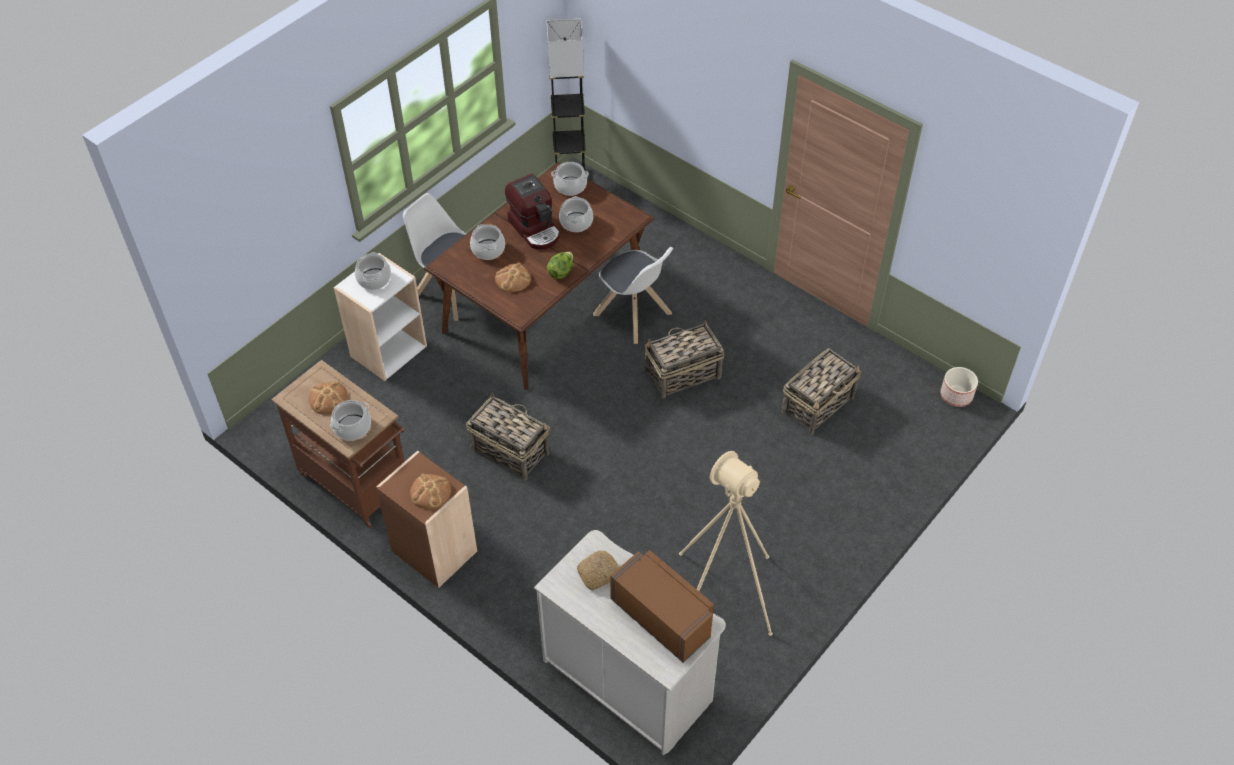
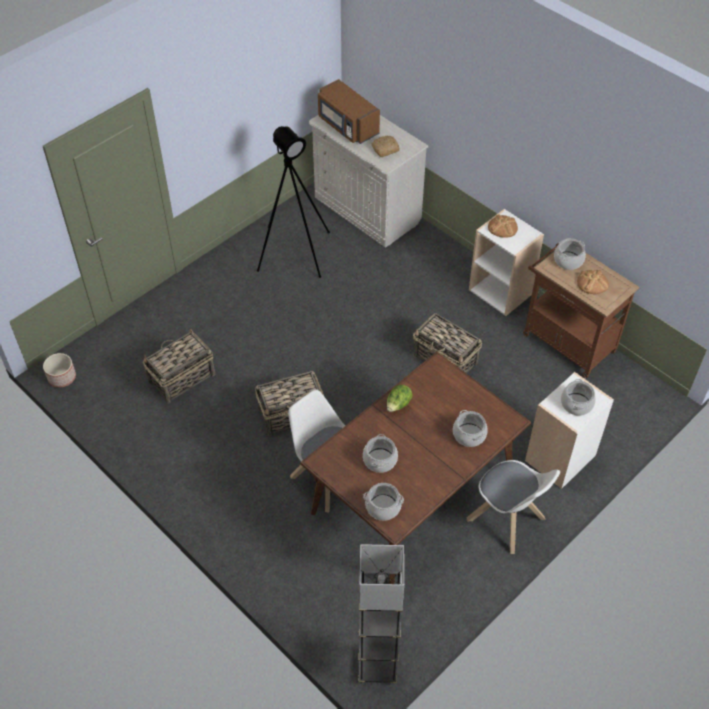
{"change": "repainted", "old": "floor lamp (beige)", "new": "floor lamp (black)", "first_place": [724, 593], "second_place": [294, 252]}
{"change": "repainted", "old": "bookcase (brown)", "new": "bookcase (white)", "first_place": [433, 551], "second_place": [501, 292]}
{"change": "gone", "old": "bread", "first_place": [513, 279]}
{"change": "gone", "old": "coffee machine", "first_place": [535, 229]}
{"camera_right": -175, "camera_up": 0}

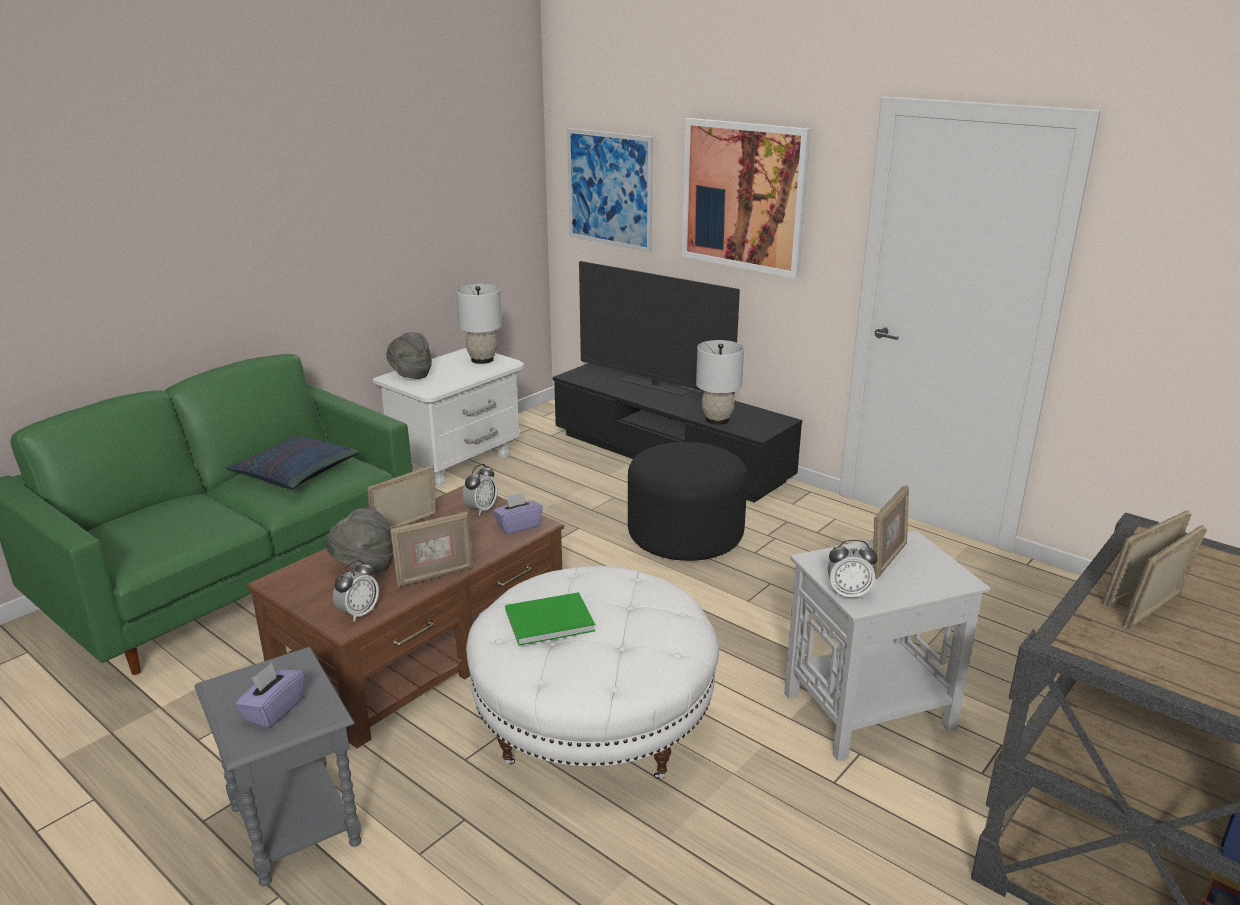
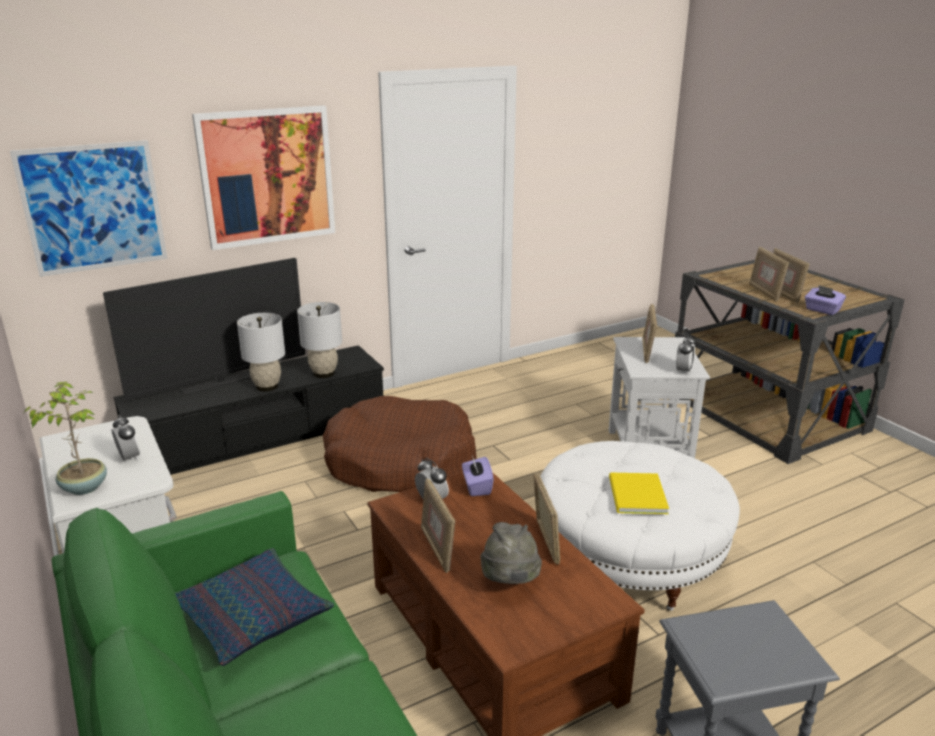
{"change": "swapped", "old": "hat (grey)", "new": "potted plant", "first_place": [410, 375], "second_place": [84, 487]}
{"change": "shifted", "old": "alarm clock", "first_place": [358, 613], "second_place": [129, 458]}
{"change": "shifted", "old": "table lamp (white)", "first_place": [482, 360], "second_place": [267, 386]}
{"change": "swapped", "old": "ottoman (black)", "new": "dog bed (brown)", "first_place": [685, 535], "second_place": [400, 462]}
{"change": "repainted", "old": "book (green)", "new": "book (yellow)", "first_place": [546, 620], "second_place": [636, 496]}
{"change": "rotated", "old": "picture frame", "first_place": [887, 560], "second_place": [647, 352], "degrees": -135}
{"change": "shifted", "old": "tissue box (purple)", "first_place": [273, 710], "second_place": [822, 310]}
{"camera_right": -70, "camera_up": 0}

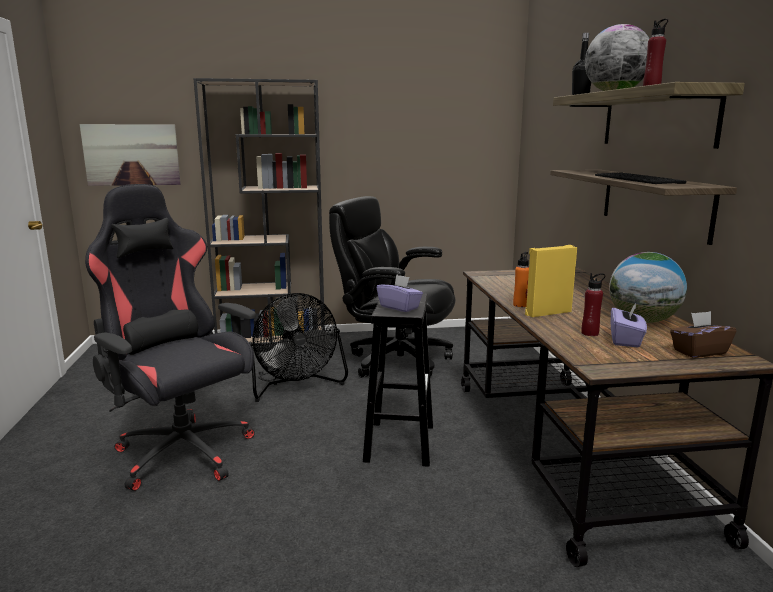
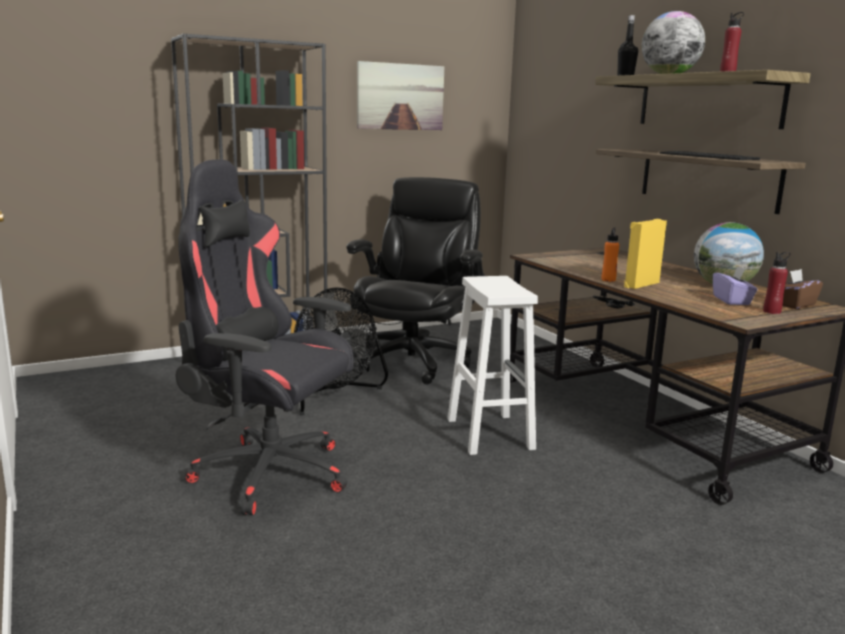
{"change": "rotated", "old": "office chair (black)", "first_place": [395, 361], "second_place": [415, 361], "degrees": 105}
{"change": "shifted", "old": "picture", "first_place": [131, 155], "second_place": [400, 96]}
{"change": "repainted", "old": "stool (black)", "new": "stool (white)", "first_place": [399, 442], "second_place": [488, 433]}
{"change": "shifted", "old": "bottle (red)", "first_place": [590, 333], "second_place": [772, 311]}
{"change": "gone", "old": "tissue box (purple)", "first_place": [399, 307]}
{"camera_right": -20, "camera_up": 0}

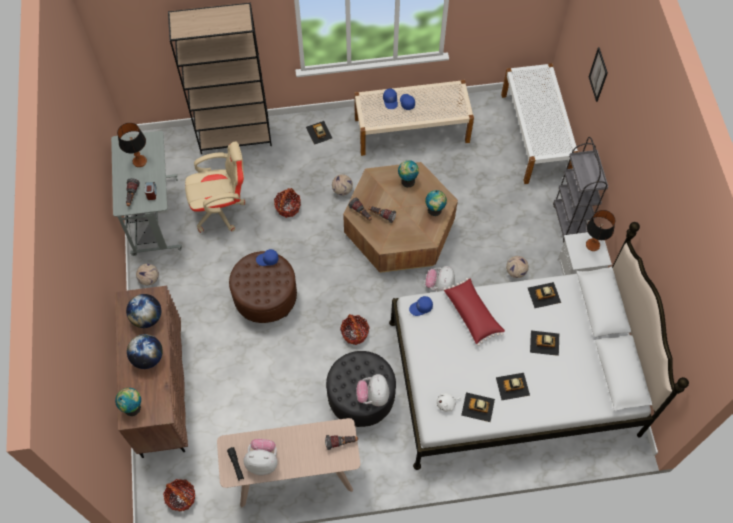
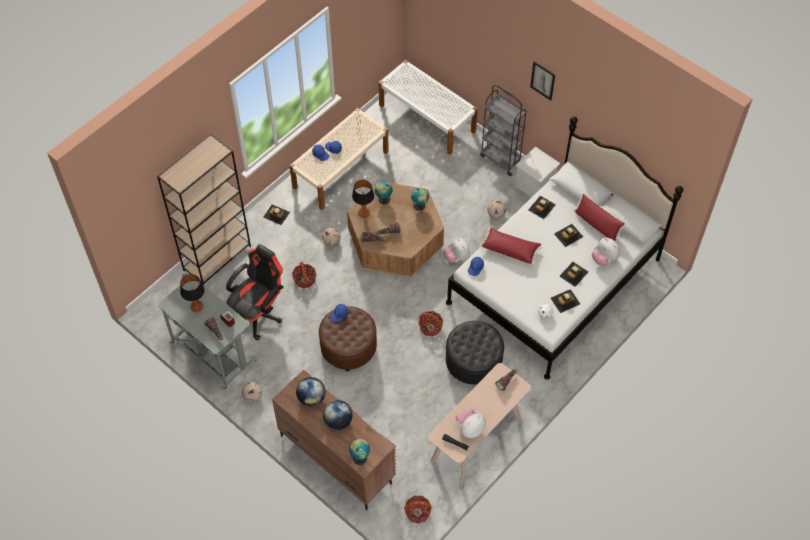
{"change": "repainted", "old": "office chair (beige)", "new": "office chair (black)", "first_place": [222, 210], "second_place": [259, 314]}
{"change": "shifted", "old": "table lamp", "first_place": [592, 245], "second_place": [363, 212]}
{"change": "shifted", "old": "picture", "first_place": [598, 74], "second_place": [542, 80]}
{"change": "new", "new": "pillow (red)", "second_place": [597, 224]}
{"change": "shifted", "old": "plush toy", "first_place": [373, 396], "second_place": [604, 259]}
{"camera_right": -40, "camera_up": -5}

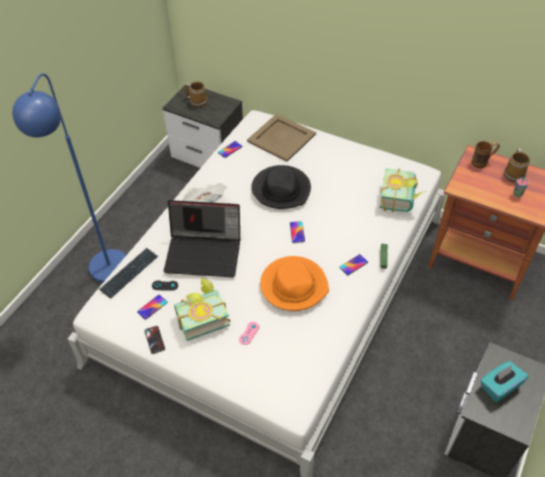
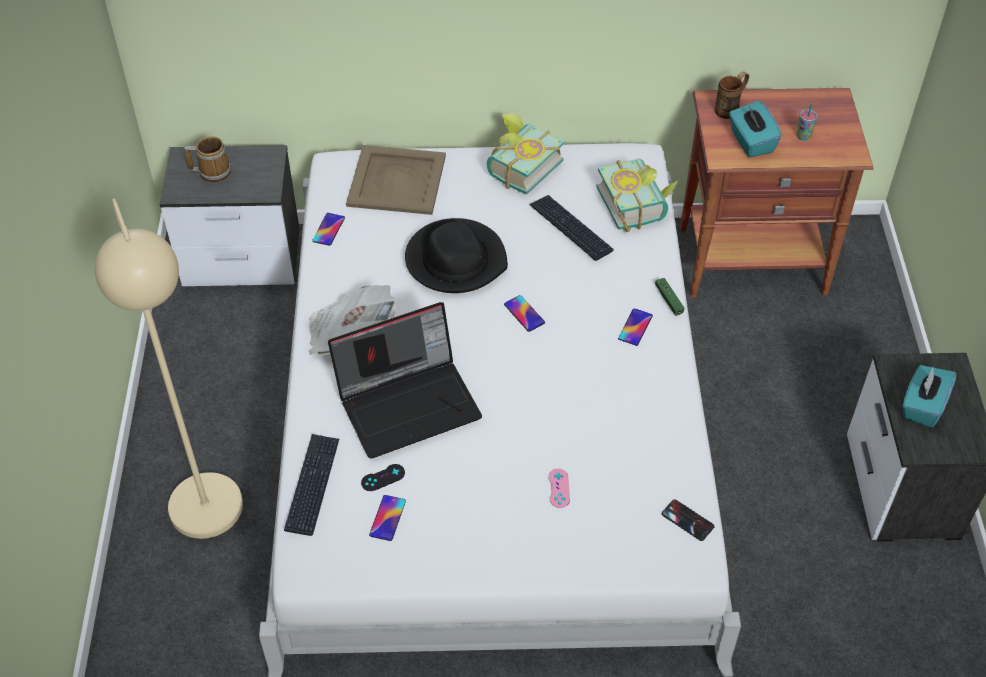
{"change": "repainted", "old": "floor lamp (blue)", "new": "floor lamp (beige)", "first_place": [106, 278], "second_place": [213, 526]}
{"change": "shifted", "old": "book", "first_place": [201, 316], "second_place": [519, 167]}
{"change": "new", "new": "keyboard", "second_place": [570, 228]}
{"change": "shifted", "old": "phone", "first_place": [154, 339], "second_place": [687, 520]}
{"change": "new", "new": "tissue box (turquoise)", "second_place": [751, 142]}
{"change": "gone", "old": "hat (orange)", "first_place": [293, 285]}
{"change": "gone", "old": "mug", "first_place": [514, 174]}
{"camera_right": -30, "camera_up": 0}

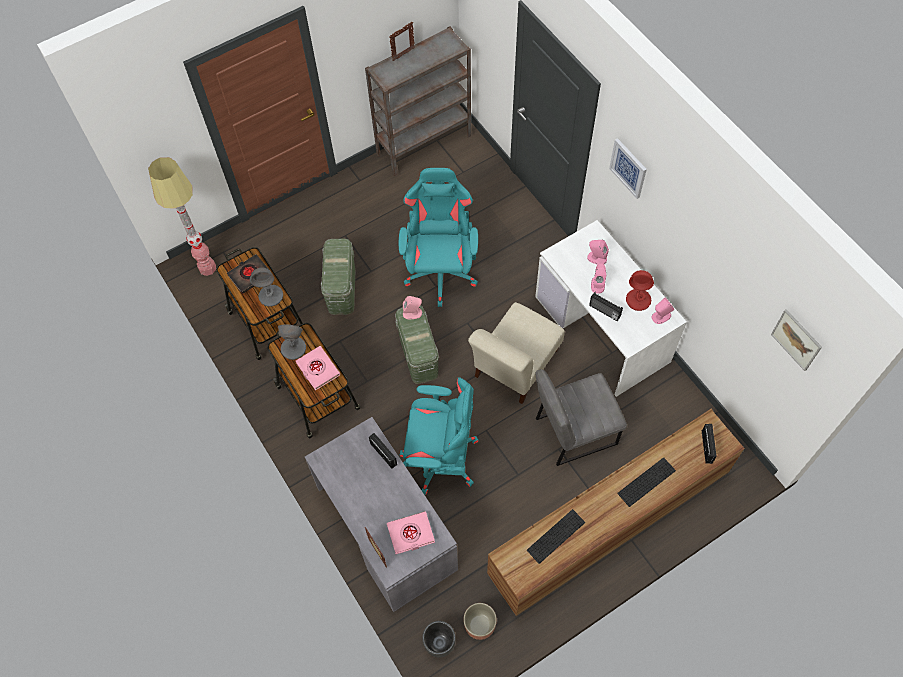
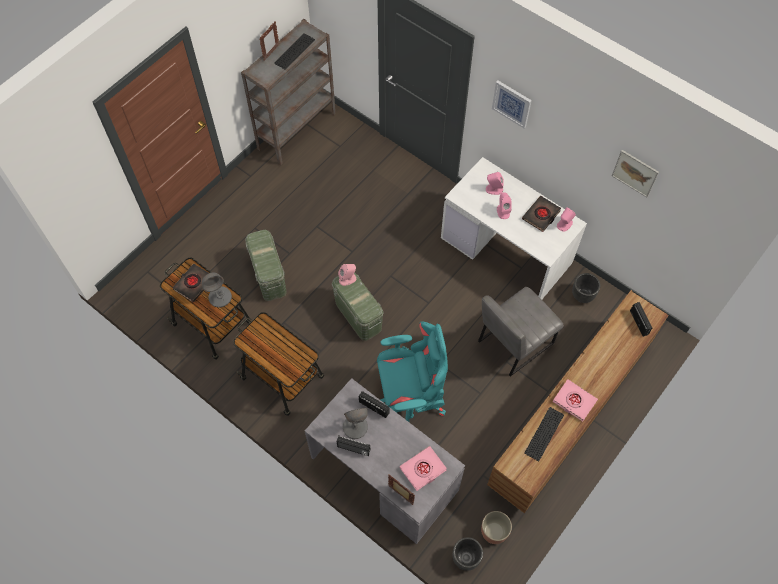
{"change": "shifted", "old": "keyboard", "first_place": [646, 482], "second_place": [294, 51]}
{"change": "shifted", "old": "radio", "first_place": [604, 311], "second_place": [353, 449]}
{"change": "shifted", "old": "table lamp (grey)", "first_place": [293, 348], "second_place": [355, 427]}
{"change": "swapped", "old": "table lamp (red)", "new": "book (black)", "first_place": [638, 300], "second_place": [541, 215]}
{"change": "shifted", "old": "book (pink)", "first_place": [318, 369], "second_place": [574, 401]}
{"change": "new", "new": "planter (black)", "second_place": [583, 295]}
{"change": "shifted", "old": "picture", "first_place": [796, 340], "second_place": [635, 173]}
{"change": "gone", "old": "floor lamp", "first_place": [207, 268]}
{"change": "gone", "old": "office chair (turquoise)", "first_place": [441, 275]}
{"change": "gone", "old": "chair (beige)", "first_place": [514, 366]}
{"camera_right": -20, "camera_up": 0}

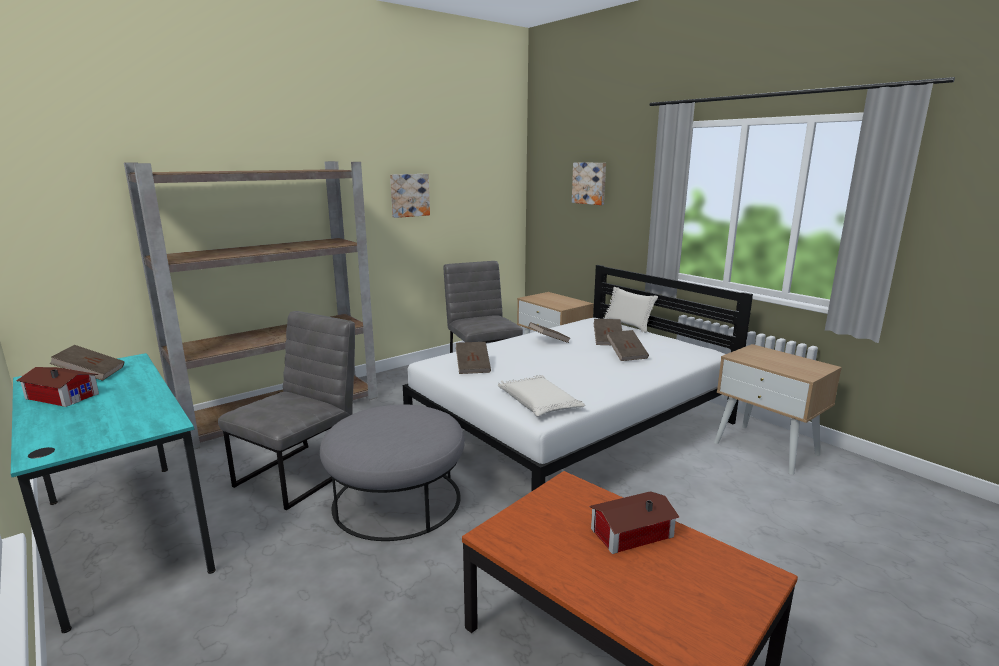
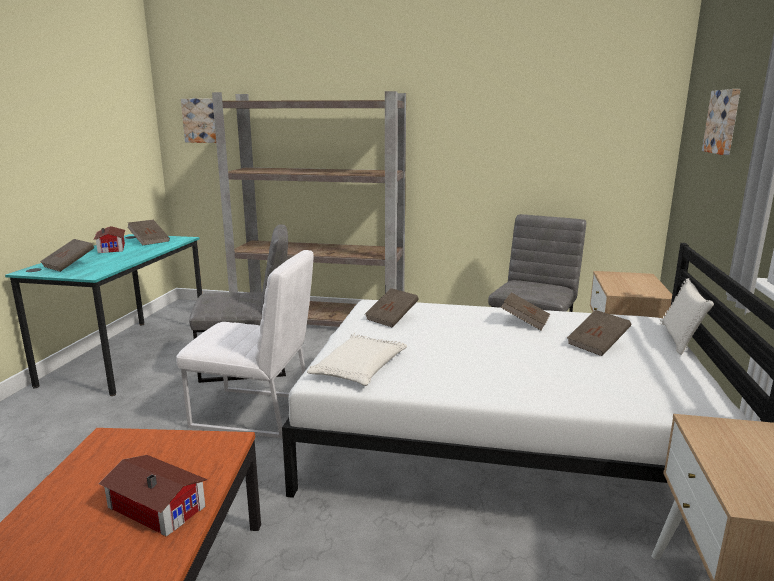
{"change": "shifted", "old": "book (brown)", "first_place": [626, 354], "second_place": [69, 265]}
{"change": "swapped", "old": "ottoman (grey)", "new": "chair (white)", "first_place": [397, 500], "second_place": [255, 413]}
{"change": "shifted", "old": "picture", "first_place": [409, 195], "second_place": [204, 120]}
{"camera_right": 50, "camera_up": 0}

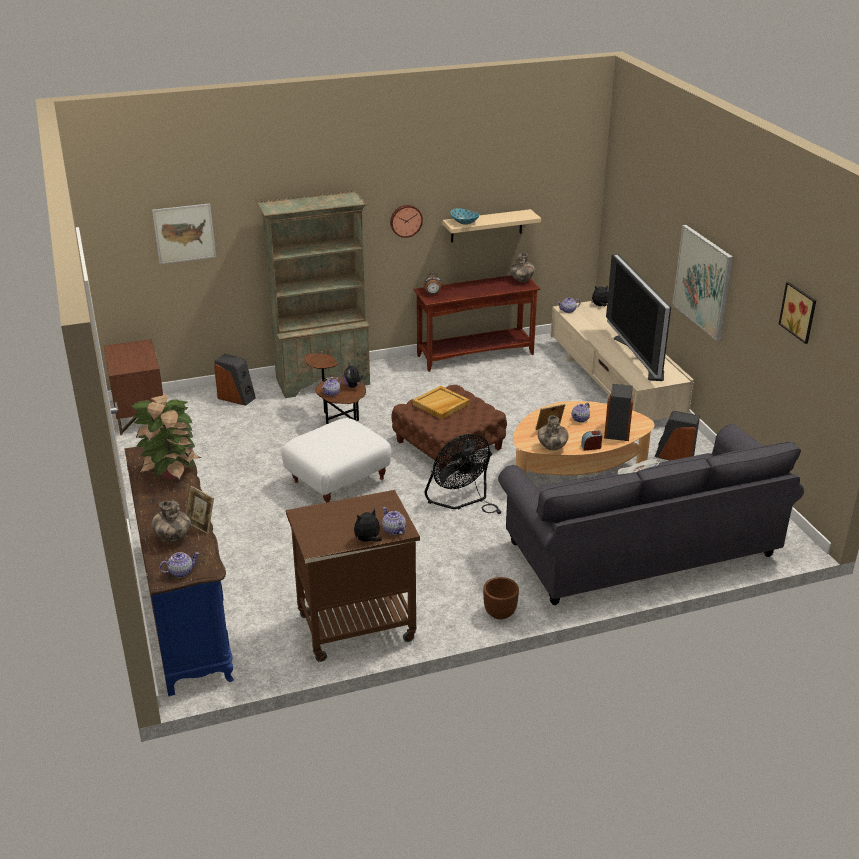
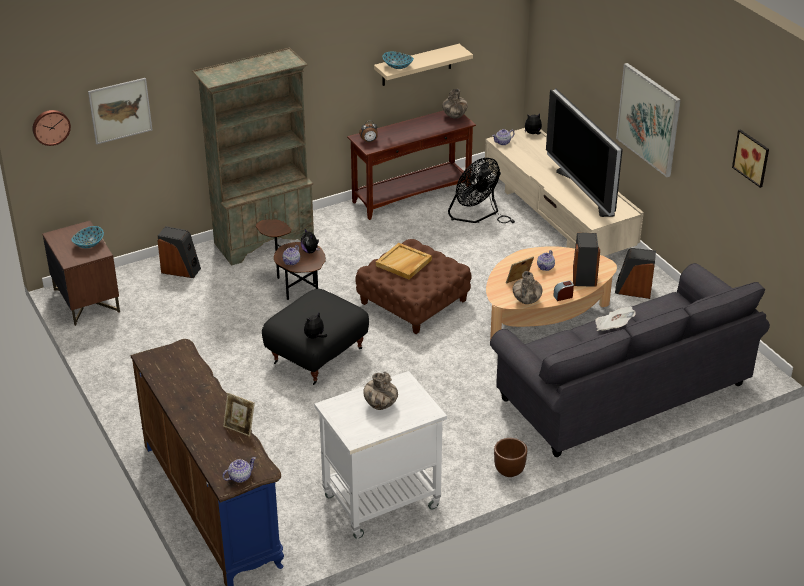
{"change": "shifted", "old": "wall clock", "first_place": [405, 220], "second_place": [50, 127]}
{"change": "new", "new": "bowl", "second_place": [88, 244]}
{"change": "repainted", "old": "ottoman (white)", "new": "ottoman (black)", "first_place": [338, 483], "second_place": [317, 355]}
{"change": "shifted", "old": "plush toy", "first_place": [368, 540], "second_place": [315, 337]}
{"change": "repainted", "old": "cart (brown)", "new": "cart (white)", "first_place": [355, 628], "second_place": [380, 502]}
{"change": "shifted", "old": "vase", "first_place": [173, 538], "second_place": [380, 405]}
{"change": "shifted", "old": "fan (black)", "first_place": [466, 499], "second_place": [482, 214]}
{"change": "gone", "old": "potted plant", "first_place": [171, 473]}
{"change": "gone", "old": "teapot", "first_place": [394, 530]}
{"camera_right": -10, "camera_up": 5}

